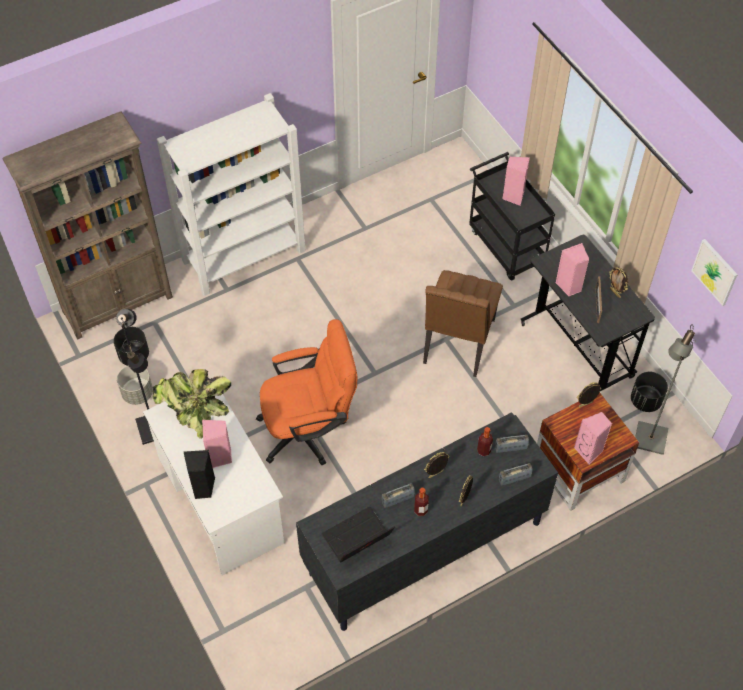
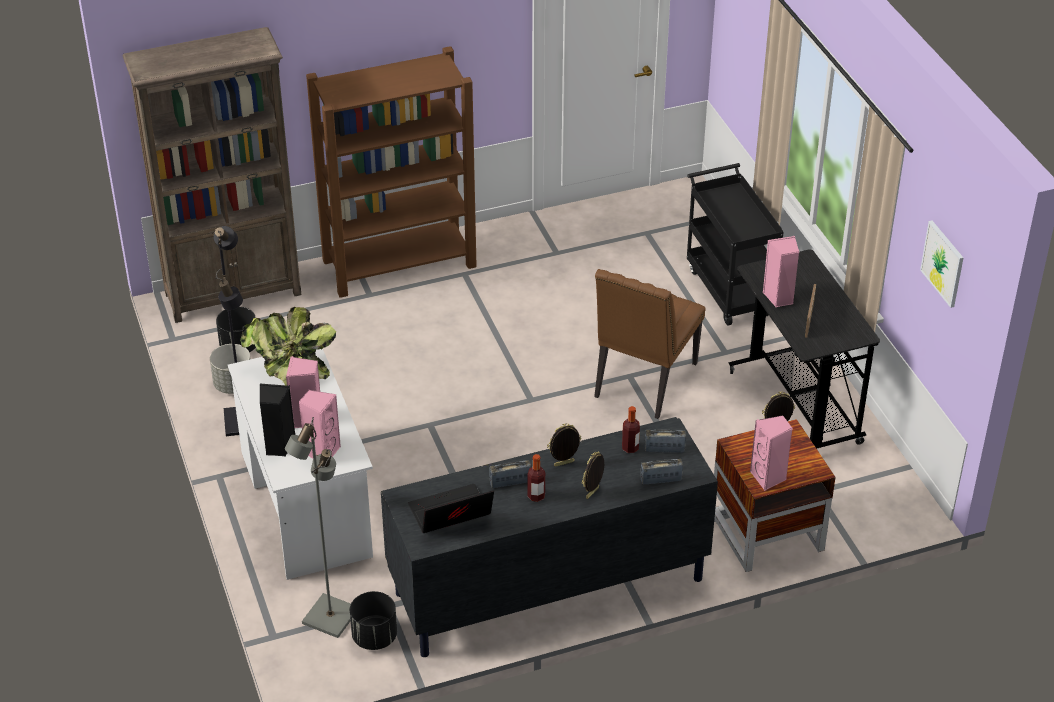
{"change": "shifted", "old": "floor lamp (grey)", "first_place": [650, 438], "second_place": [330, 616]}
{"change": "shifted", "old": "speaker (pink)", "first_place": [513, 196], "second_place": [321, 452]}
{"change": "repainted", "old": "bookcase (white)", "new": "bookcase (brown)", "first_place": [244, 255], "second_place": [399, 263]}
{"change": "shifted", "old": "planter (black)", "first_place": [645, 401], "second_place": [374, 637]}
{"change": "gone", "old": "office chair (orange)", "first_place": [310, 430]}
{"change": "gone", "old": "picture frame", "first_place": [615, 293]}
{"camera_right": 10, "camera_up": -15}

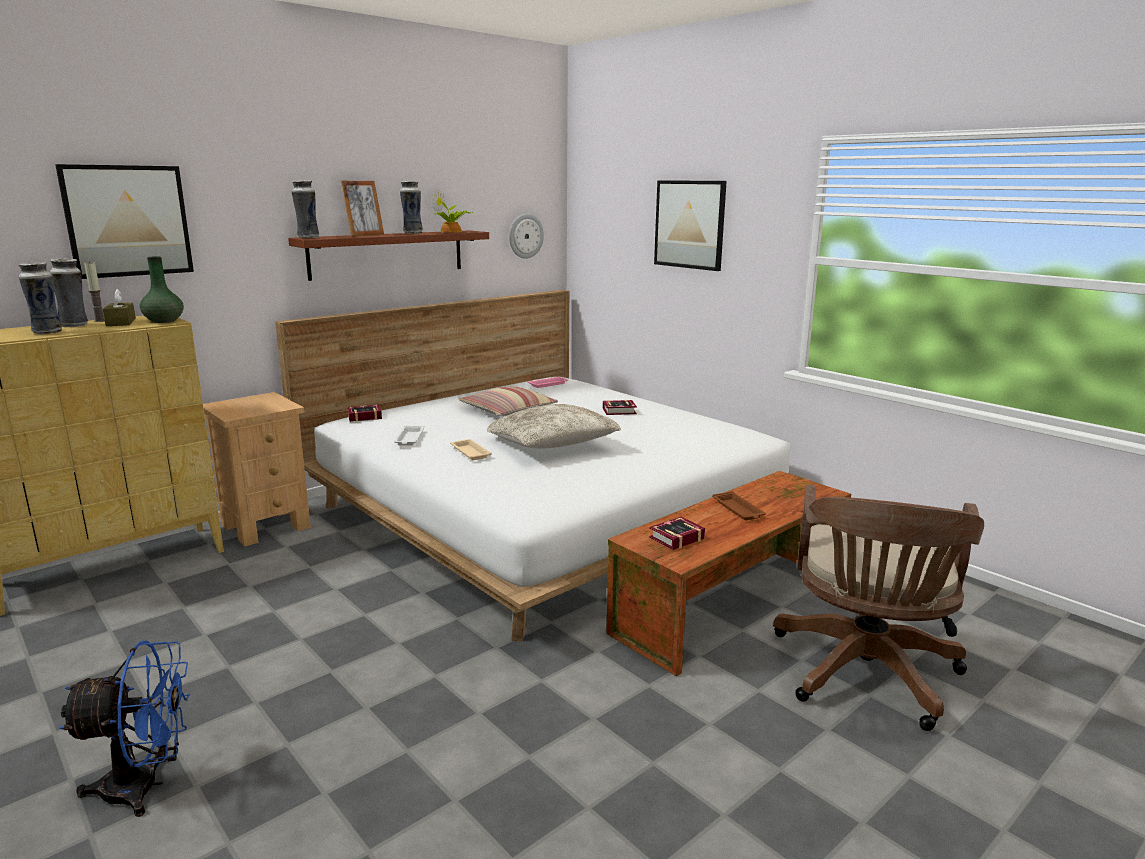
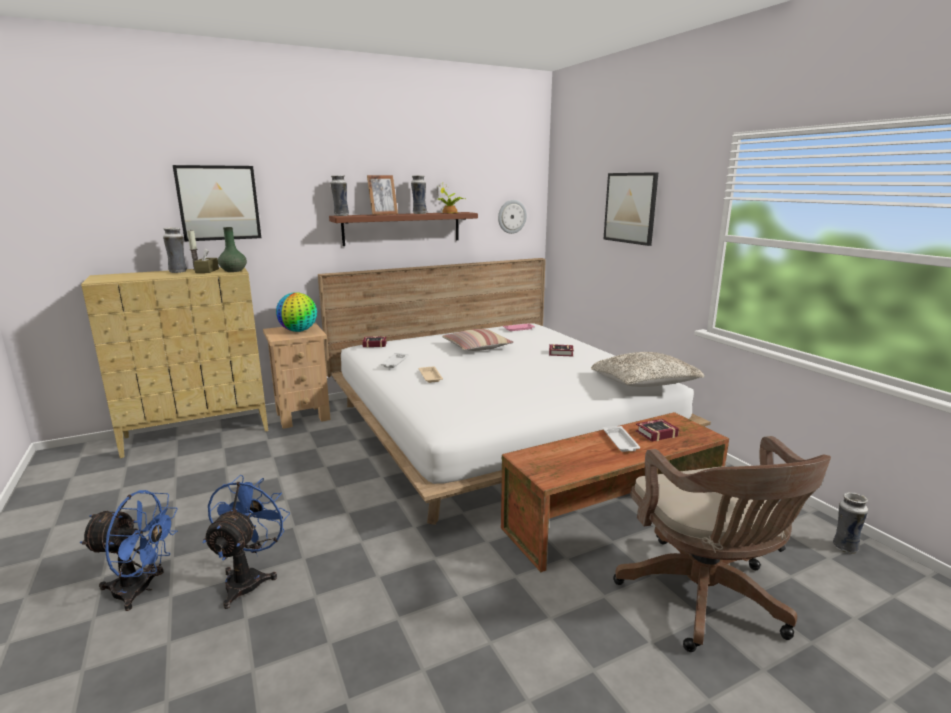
{"change": "new", "new": "fan (blue)", "second_place": [249, 578]}
{"change": "new", "new": "globe", "second_place": [299, 331]}
{"change": "shifted", "old": "pillow (beige)", "first_place": [552, 445], "second_place": [643, 384]}
{"change": "repainted", "old": "tray (brown)", "new": "tray (white)", "first_place": [738, 510], "second_place": [620, 442]}
{"change": "rotated", "old": "office chair (brown)", "first_place": [865, 676], "second_place": [705, 599], "degrees": -45}
{"change": "shifted", "old": "book", "first_place": [674, 538], "second_place": [654, 433]}
{"change": "shifted", "old": "vase", "first_place": [47, 332], "second_place": [844, 547]}
{"camera_right": 15, "camera_up": 0}

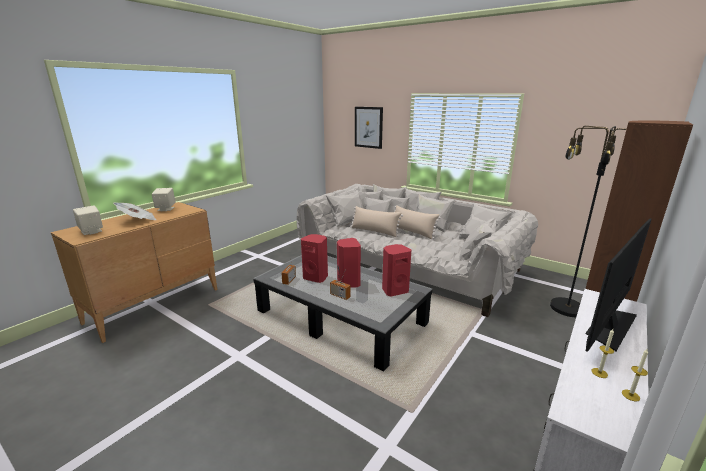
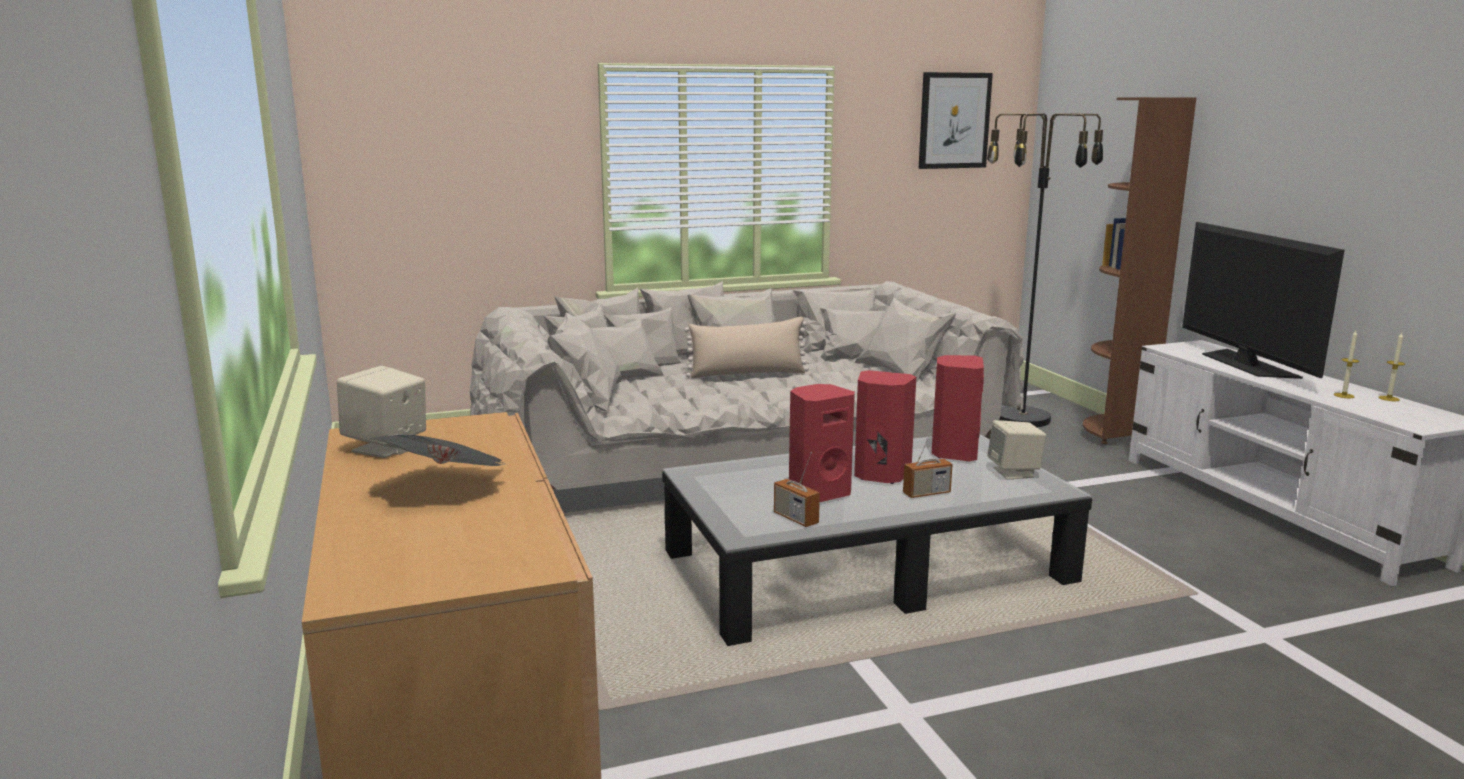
{"change": "shifted", "old": "picture", "first_place": [368, 127], "second_place": [954, 120]}
{"change": "shifted", "old": "speaker (beige)", "first_place": [91, 231], "second_place": [1014, 472]}
{"change": "gone", "old": "pillow (beige)", "first_place": [374, 231]}
{"camera_right": -55, "camera_up": -5}

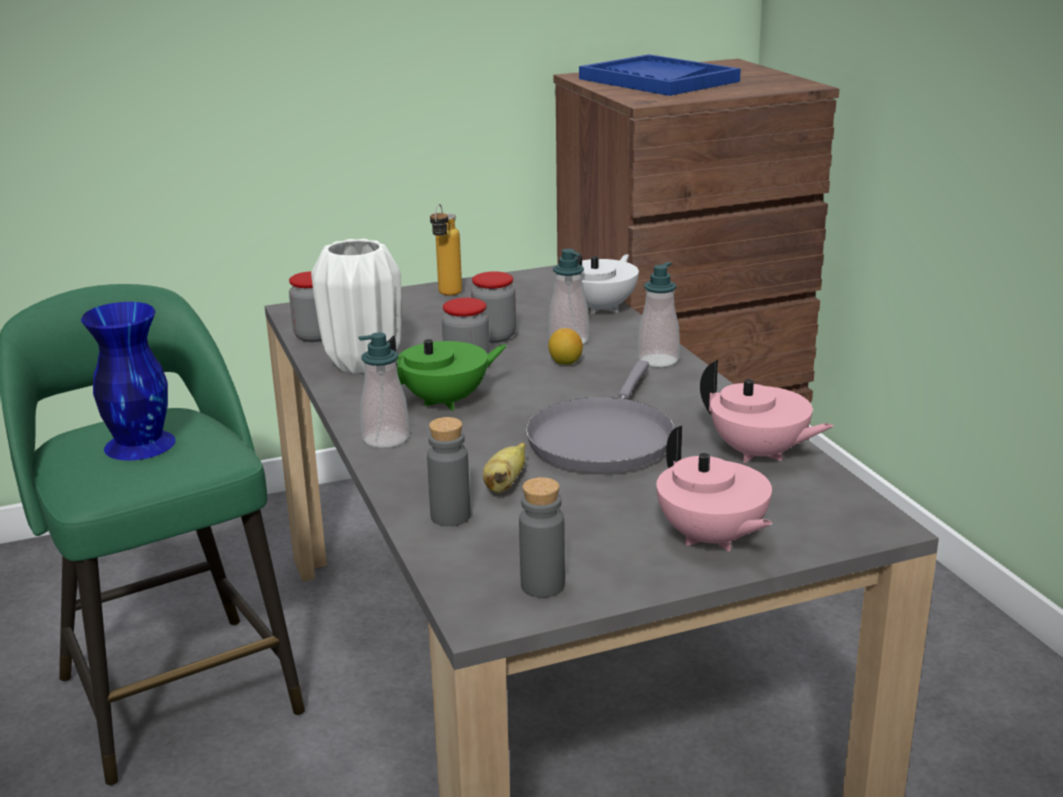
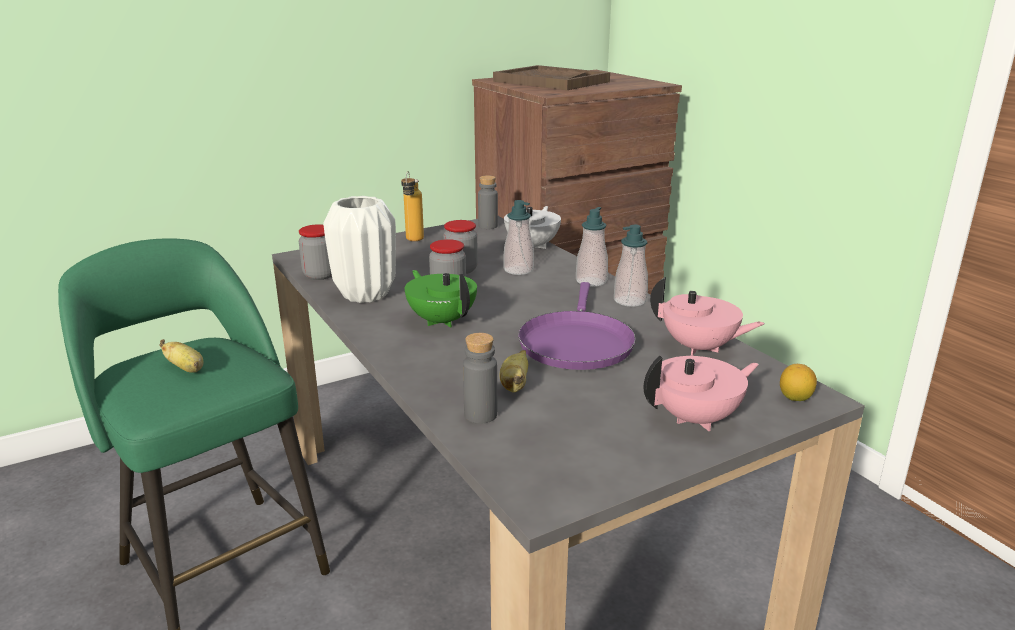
{"change": "swapped", "old": "vase (blue)", "new": "banana", "first_place": [139, 444], "second_place": [187, 369]}
{"change": "rotated", "old": "teapot (green)", "first_place": [446, 401], "second_place": [442, 320], "degrees": -90}
{"change": "shifted", "old": "bottle (grey)", "first_place": [542, 585], "second_place": [488, 226]}
{"change": "repainted", "old": "tray (blue)", "new": "tray (brown)", "first_place": [657, 80], "second_place": [550, 81]}
{"change": "repainted", "old": "frying pan (grey)", "new": "frying pan (purple)", "first_place": [603, 438], "second_place": [576, 343]}
{"change": "shifted", "old": "soap dispenser", "first_place": [386, 439], "second_place": [630, 301]}
{"change": "rotated", "old": "teapot (pink)", "first_place": [711, 539], "second_place": [697, 419], "degrees": -75}
{"change": "shifted", "old": "lemon", "first_place": [565, 362], "second_place": [795, 398]}
{"camera_right": -10, "camera_up": 0}

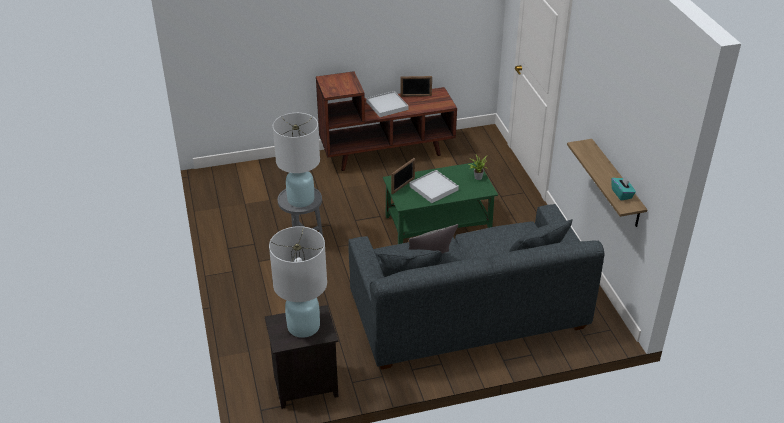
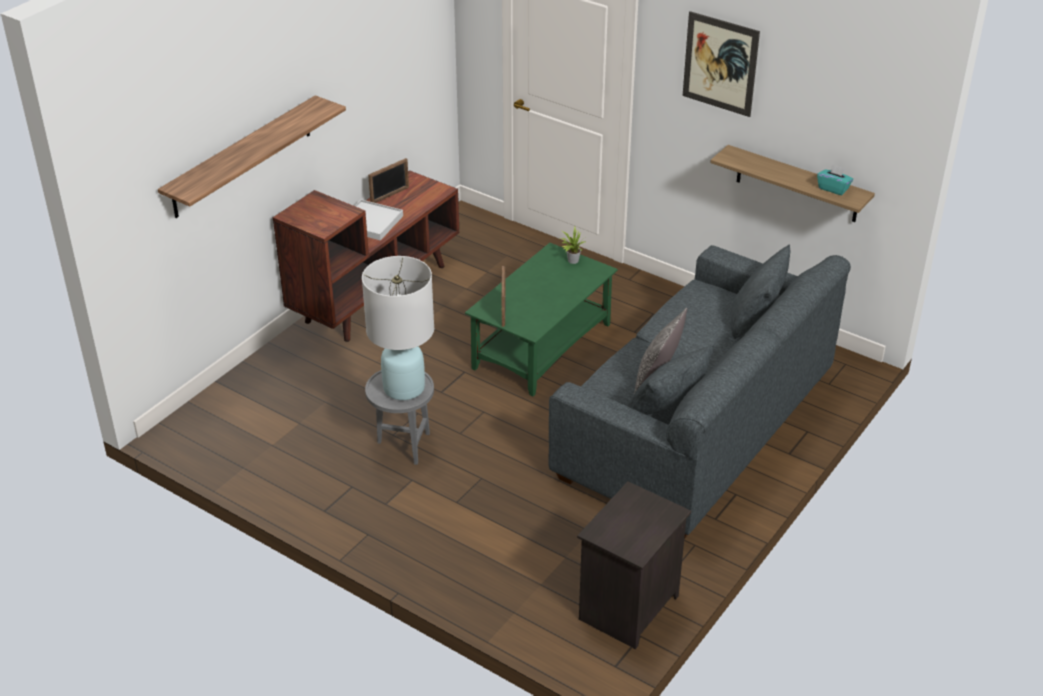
{"change": "new", "new": "shelf", "second_place": [242, 157]}
{"change": "new", "new": "picture", "second_place": [720, 64]}
{"change": "gone", "old": "table lamp (white)", "first_place": [304, 326]}
{"change": "gone", "old": "tray (white)", "first_place": [433, 188]}
{"camera_right": -40, "camera_up": 0}

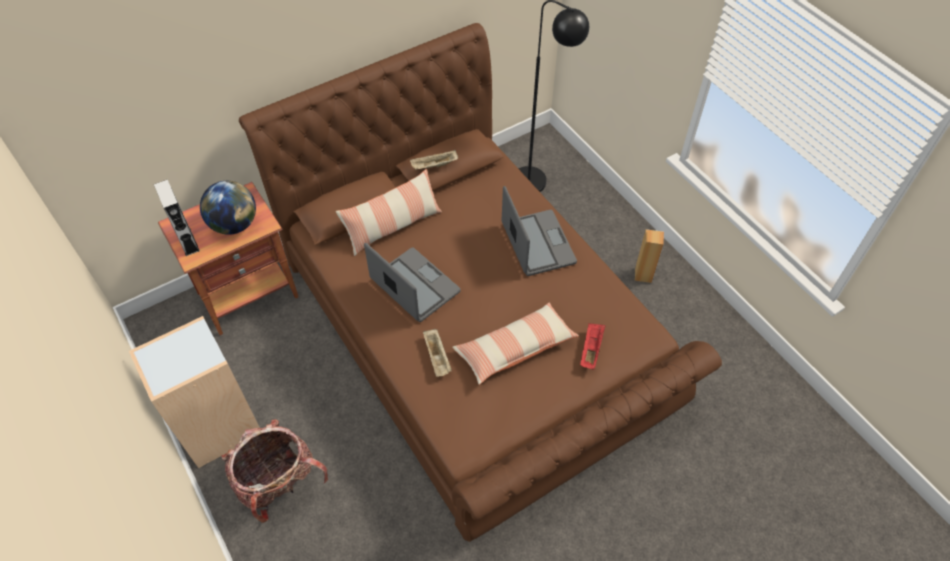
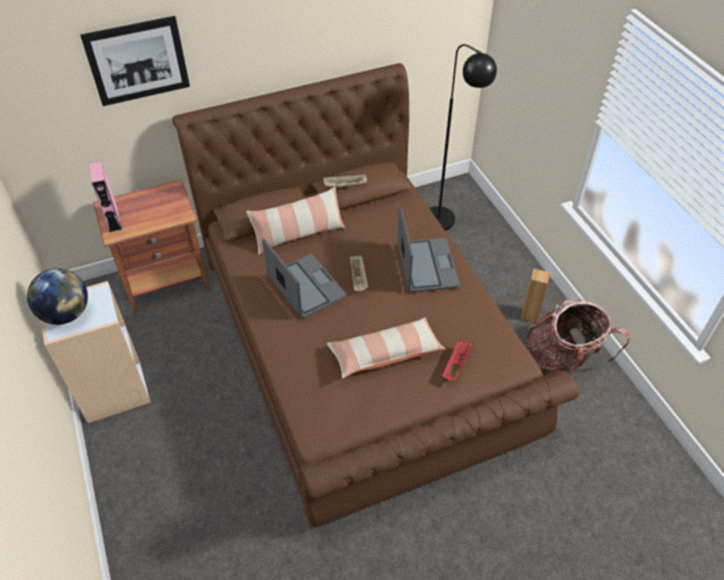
{"change": "shifted", "old": "globe", "first_place": [234, 225], "second_place": [66, 314]}
{"change": "new", "new": "picture", "second_place": [137, 61]}
{"change": "repainted", "old": "speaker (grey)", "new": "speaker (pink)", "first_place": [187, 241], "second_place": [113, 220]}
{"change": "shifted", "old": "tray (beige)", "first_place": [437, 357], "second_place": [358, 279]}
{"change": "shifted", "old": "backpack", "first_place": [278, 483], "second_place": [563, 359]}
{"camera_right": 10, "camera_up": -5}

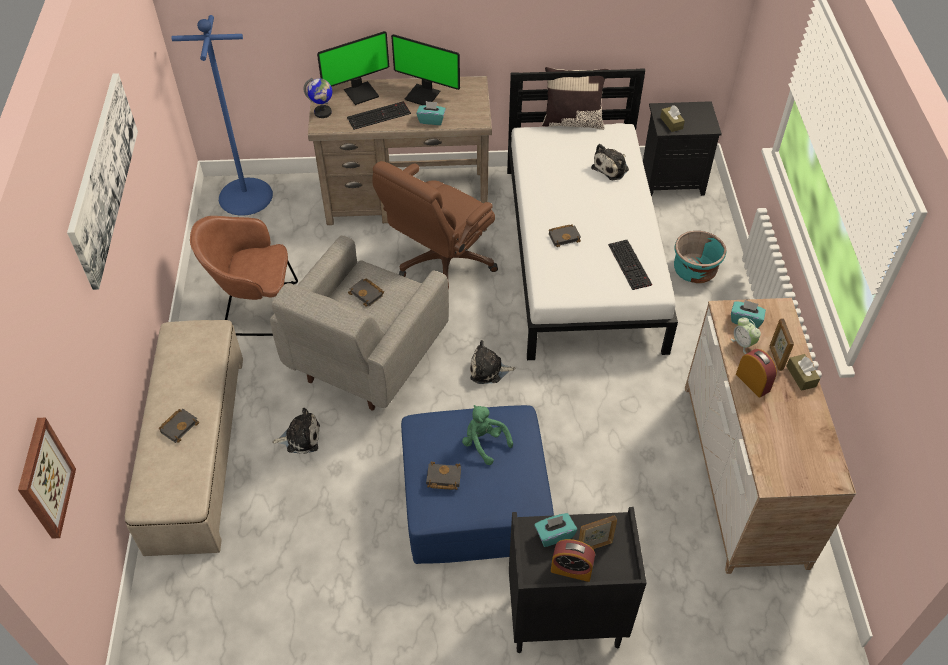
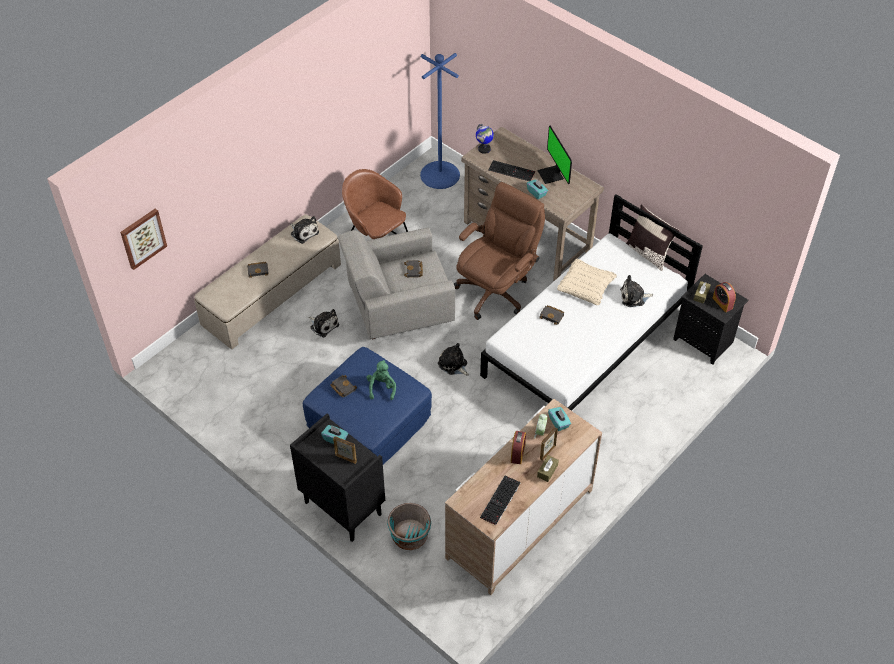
{"change": "new", "new": "plush toy", "second_place": [303, 232]}
{"change": "shifted", "old": "planter (turquoise)", "first_place": [694, 271], "second_place": [409, 536]}
{"change": "rotated", "old": "office chair (brown)", "first_place": [440, 266], "second_place": [496, 290], "degrees": 135}
{"change": "shifted", "old": "keyboard", "first_place": [630, 265], "second_place": [500, 501]}
{"change": "new", "new": "pillow (beige)", "second_place": [586, 286]}
{"change": "shifted", "old": "alarm clock", "first_place": [571, 569], "second_place": [722, 303]}
{"change": "gone", "old": "picture", "first_place": [102, 177]}
{"change": "gone", "old": "monitor", "first_place": [361, 92]}
{"camera_right": 45, "camera_up": 0}

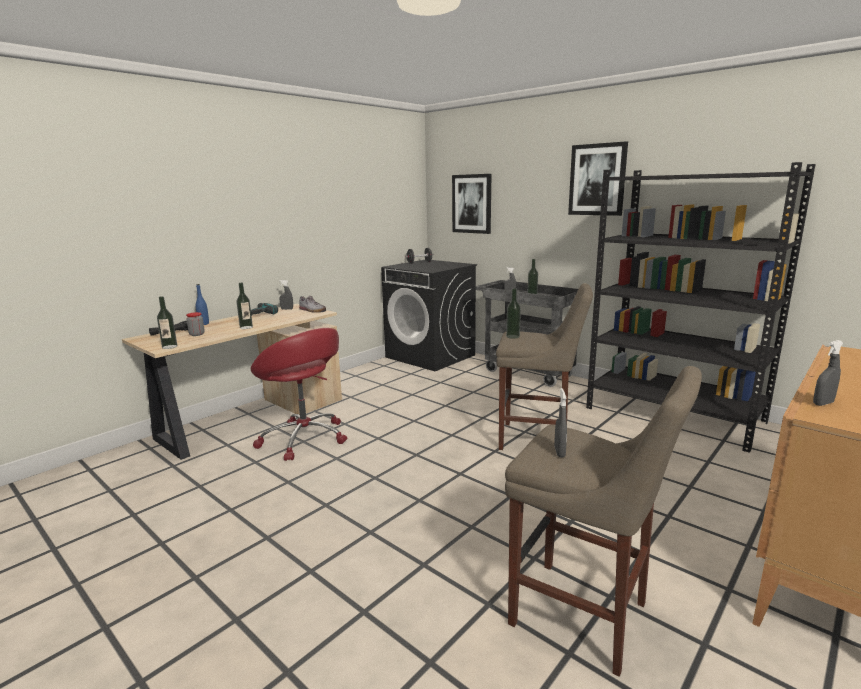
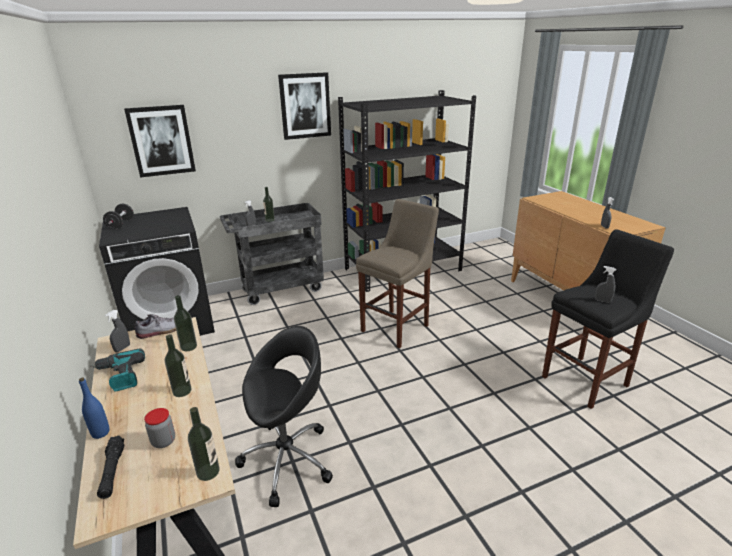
{"change": "shifted", "old": "bottle", "first_place": [513, 336], "second_place": [188, 346]}
{"change": "repainted", "old": "office chair (red)", "new": "office chair (black)", "first_place": [305, 439], "second_place": [289, 459]}
{"change": "repainted", "old": "stool (beige)", "new": "stool (black)", "first_place": [585, 617], "second_place": [588, 380]}
{"camera_right": -65, "camera_up": 10}

